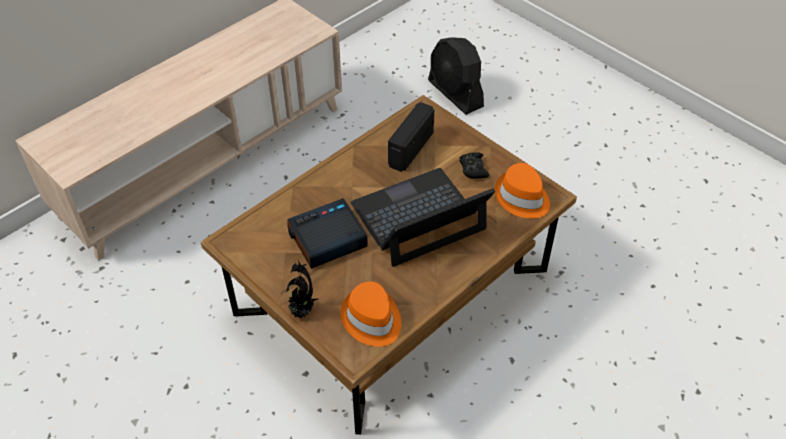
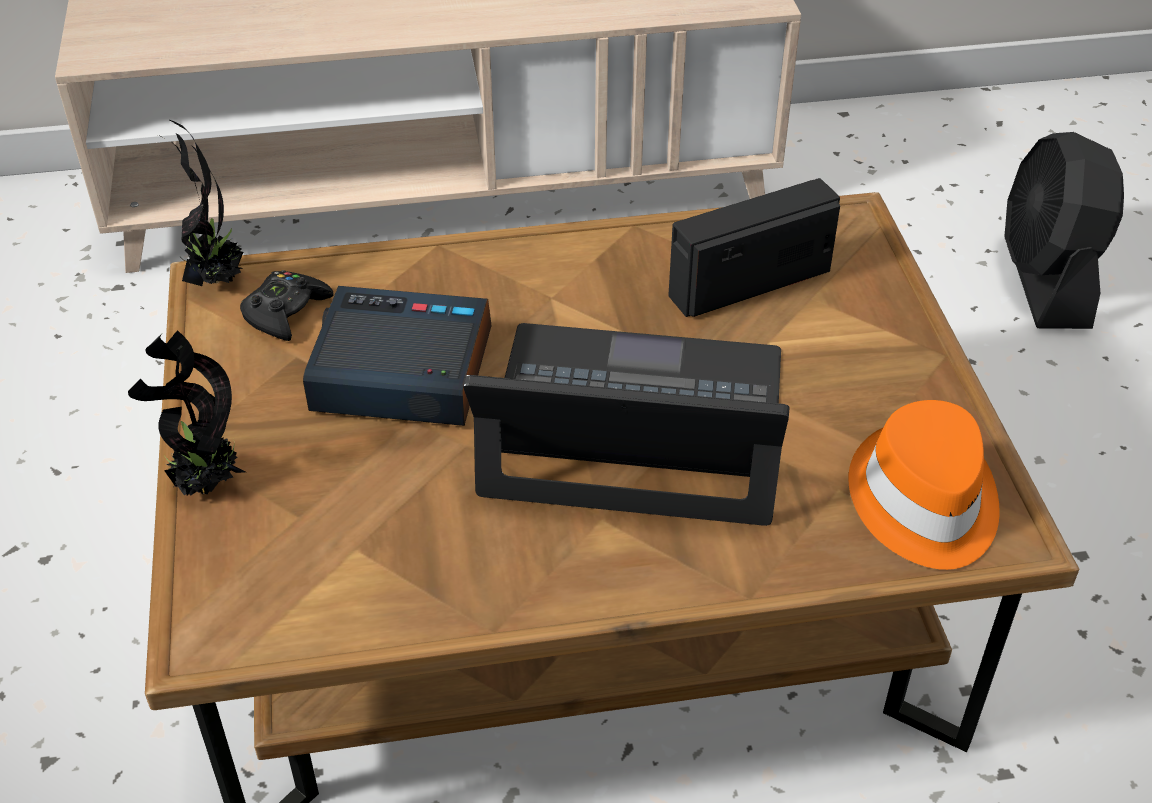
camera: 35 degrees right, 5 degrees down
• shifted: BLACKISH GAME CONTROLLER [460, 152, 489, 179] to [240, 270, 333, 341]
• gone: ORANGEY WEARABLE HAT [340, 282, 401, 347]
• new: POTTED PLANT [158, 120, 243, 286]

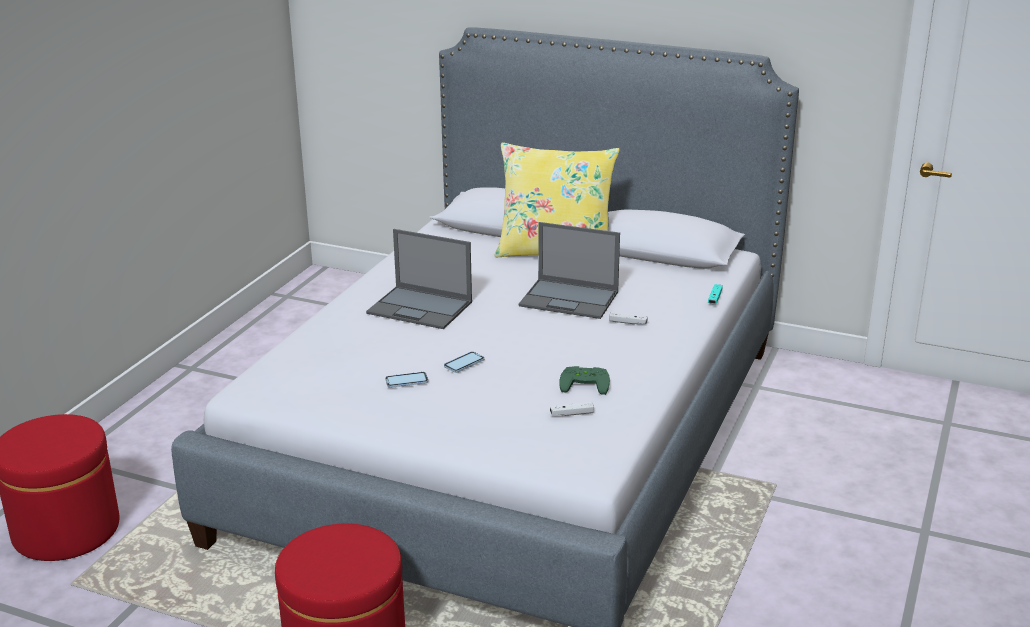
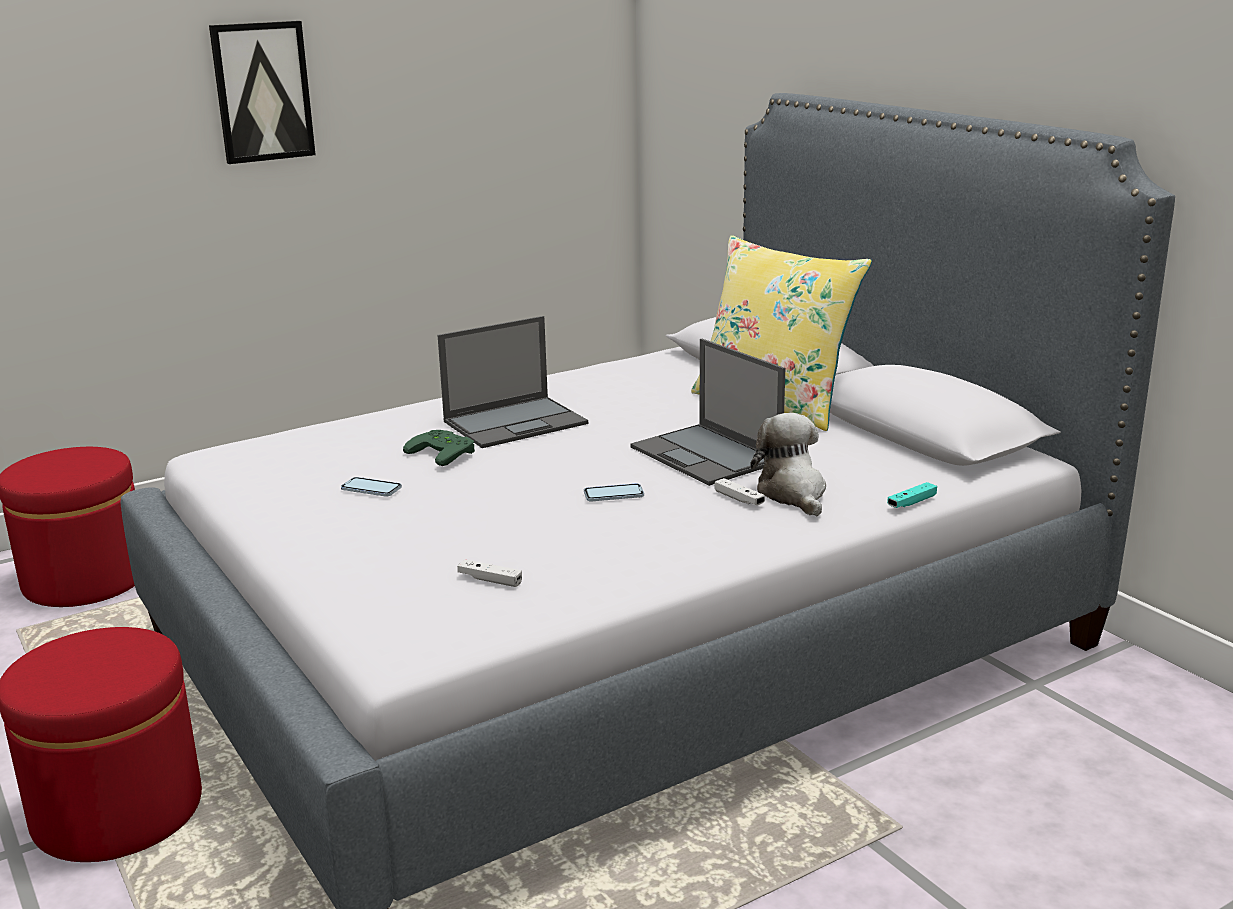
camera: 35 degrees right, 5 degrees down
• rotated: PORTABLE COMPUTER [366, 229, 472, 329] = [438, 316, 588, 448] 90 degrees counterclockwise
• shifted: HANDSET [444, 352, 484, 373] to [584, 483, 644, 501]
• shifted: GREEN GAME CONTROLLER [559, 366, 610, 395] to [403, 430, 475, 466]
• new: PICTURE [209, 21, 316, 164]
• new: PLUSH TOY [750, 413, 826, 516]

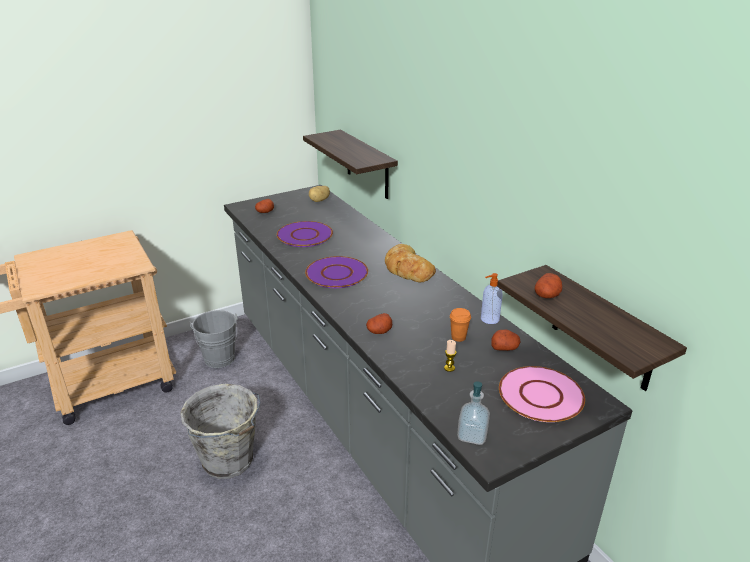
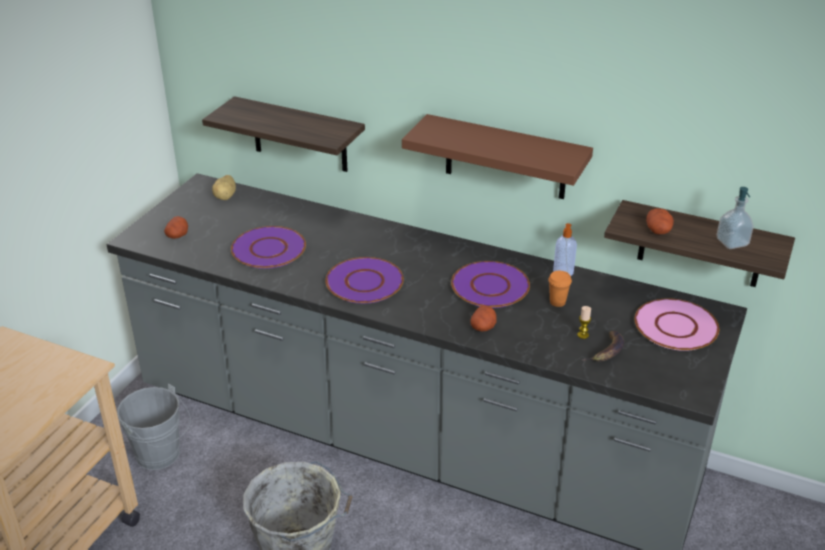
camera: 35 degrees left, 5 degrees up
• gone: BAKERY BREAD [385, 244, 436, 282]
• gone: WHOLE POTATO [491, 329, 521, 351]
• shifted: SOAP DISPENSER [457, 381, 490, 445] to [717, 187, 754, 249]
• new: BROWN SHELF [402, 114, 593, 199]
• new: PURPLE-COLOURED PLATE [451, 261, 530, 308]
• new: BANANA FRUIT [581, 331, 624, 361]

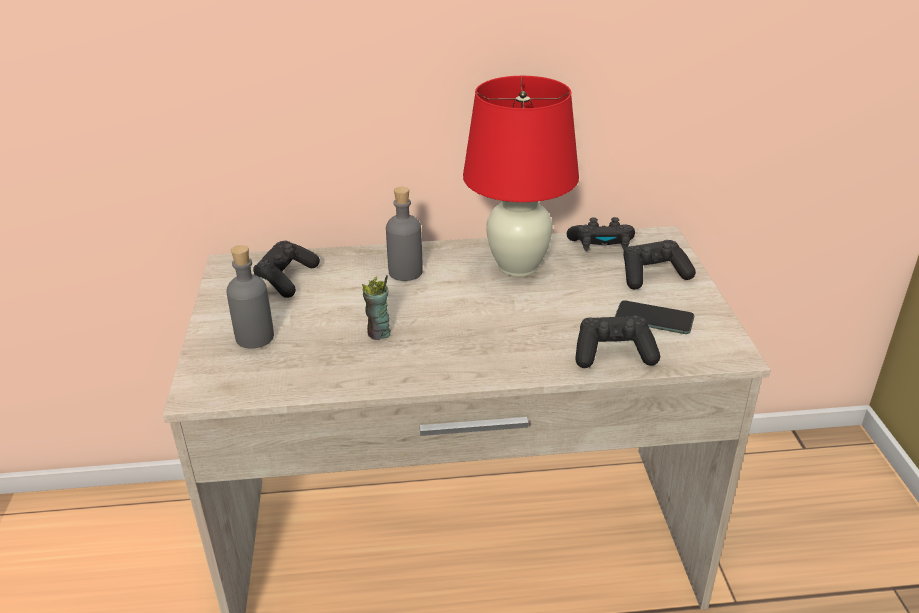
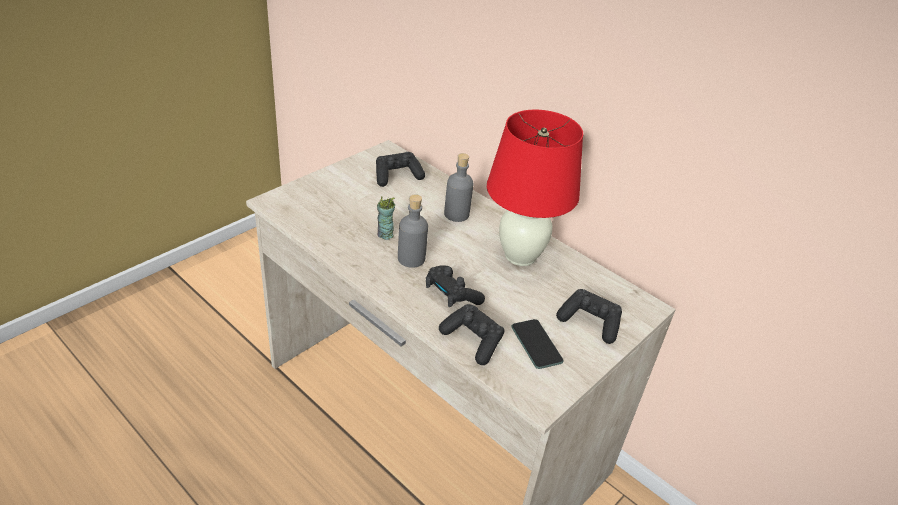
camera: 45 degrees right, 5 degrees up
• shifted: BLACKISH GAME CONTROLLER [567, 217, 635, 251] to [426, 266, 485, 307]
• shifted: GREY DRINK BOTTLE [226, 245, 274, 349] to [398, 194, 428, 268]

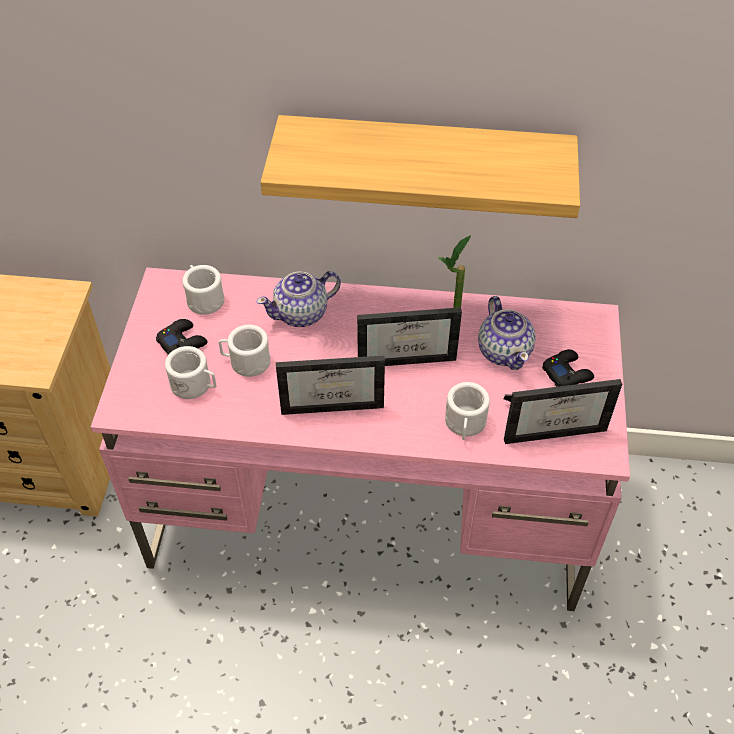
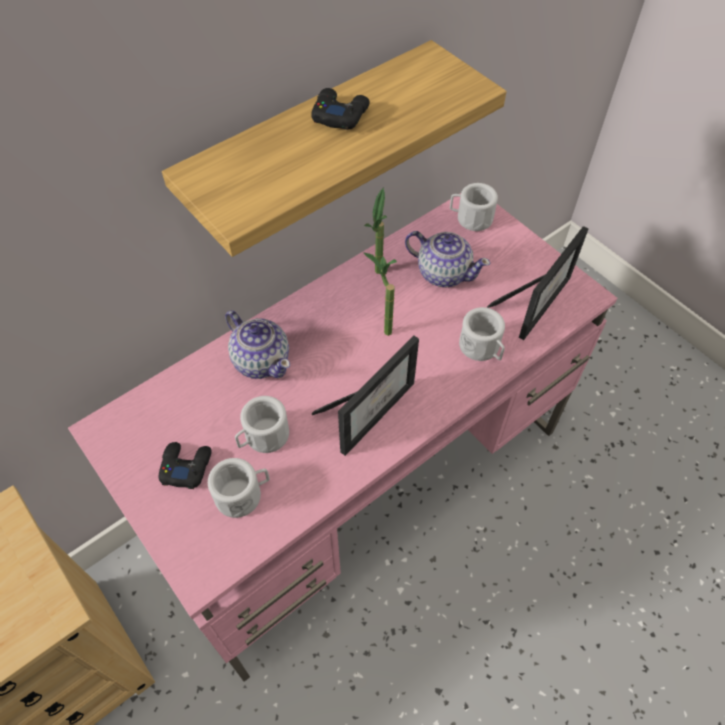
camera: 45 degrees left, 5 degrees up
• shifted: WHITISH COFFEE MUG [182, 265, 224, 315] to [450, 183, 498, 231]
• rotated: POT FOR TEA [257, 271, 341, 327] = [225, 310, 290, 379] 60 degrees counterclockwise
• swapped: STANDING FRAME [357, 307, 462, 366] to POTTED PLANT [363, 252, 397, 336]
• shifted: BLACKISH GAME CONTROLLER [542, 349, 594, 387] to [311, 88, 370, 130]

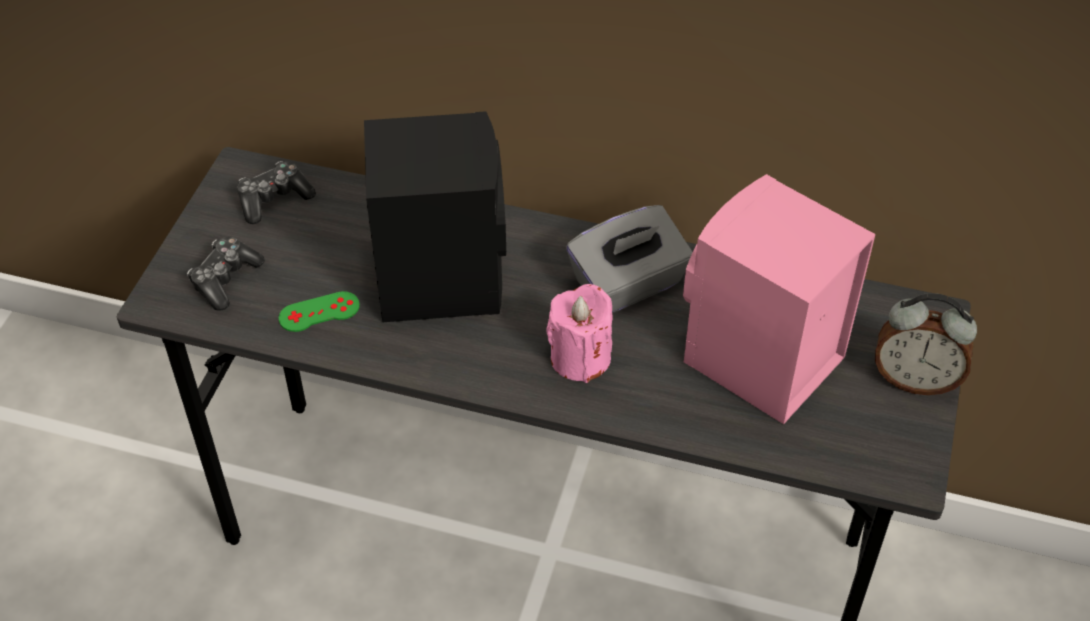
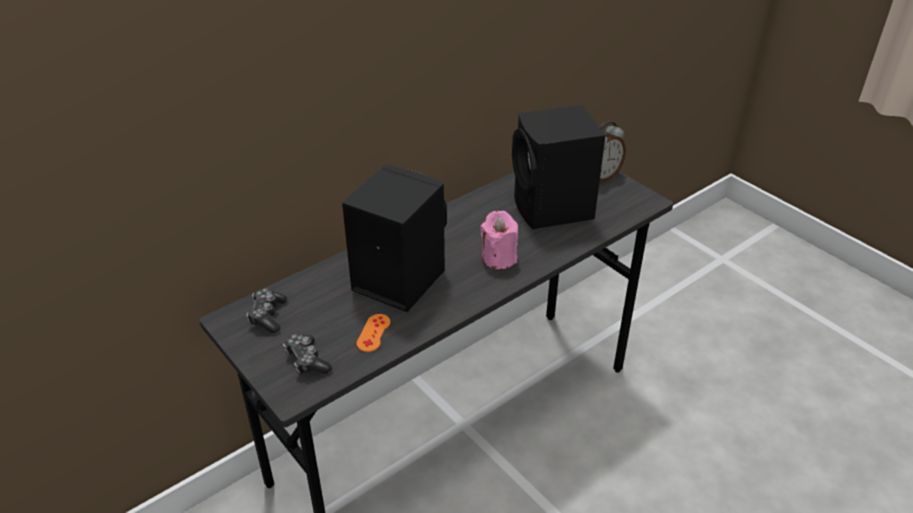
camera: 55 degrees left, 10 degrees down
• repainted: PINK-COLOURED SPEAKER [683, 174, 876, 424] to BLACKISH SPEAKER [512, 105, 606, 229]
• gone: GREY TISSUE HOLDER [566, 205, 693, 313]
• repainted: GREEN GAME CONTROLLER [279, 291, 360, 332] to ORANGEY GAME CONTROLLER [356, 314, 391, 352]

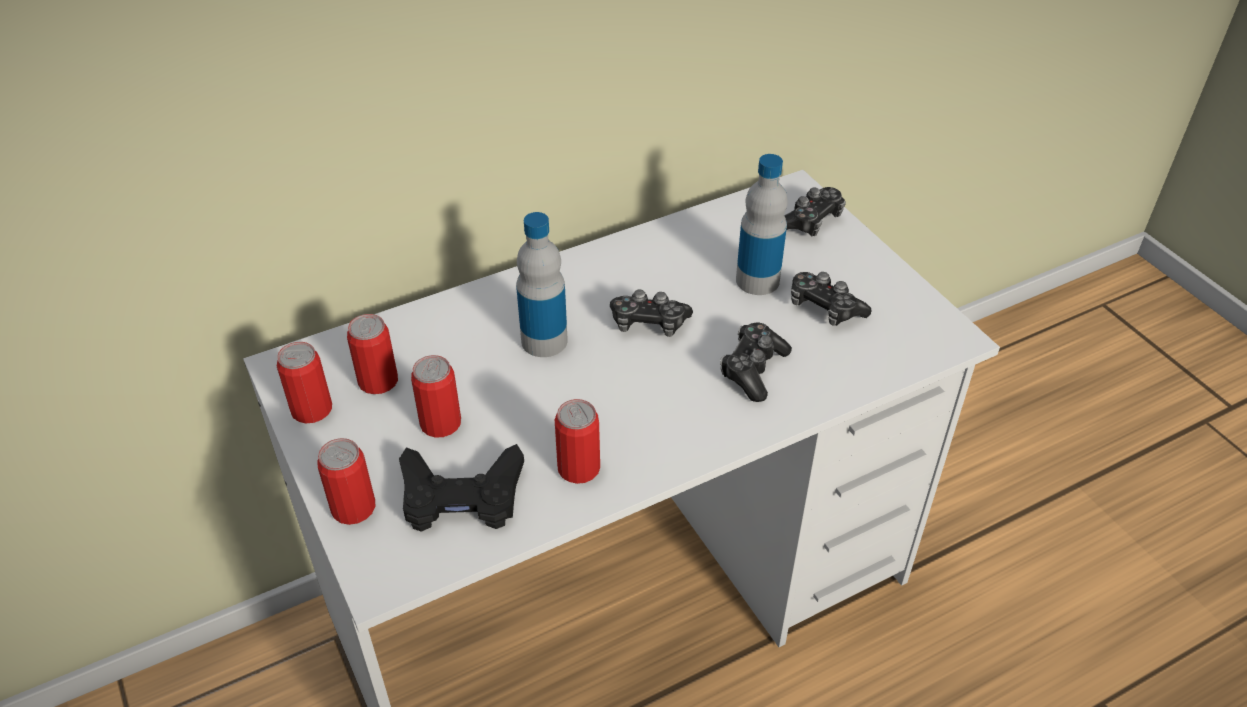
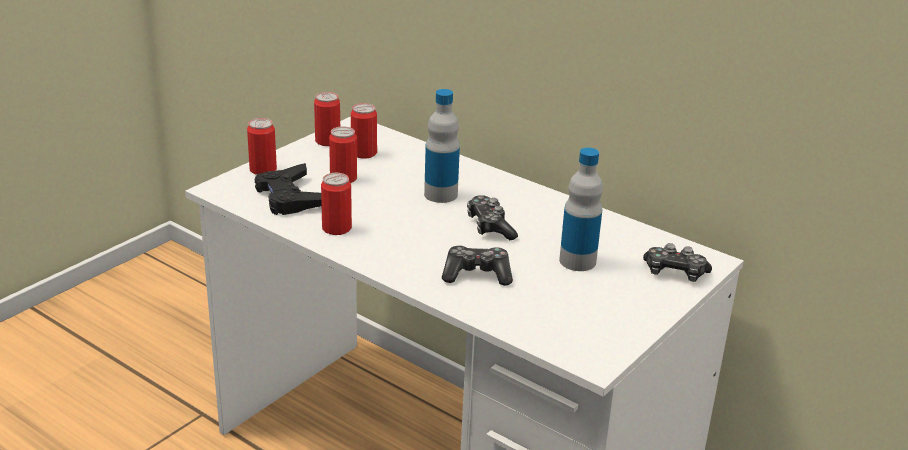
camera: 65 degrees right, 15 degrees down
• gone: GAME CONTROLLER [791, 272, 872, 326]

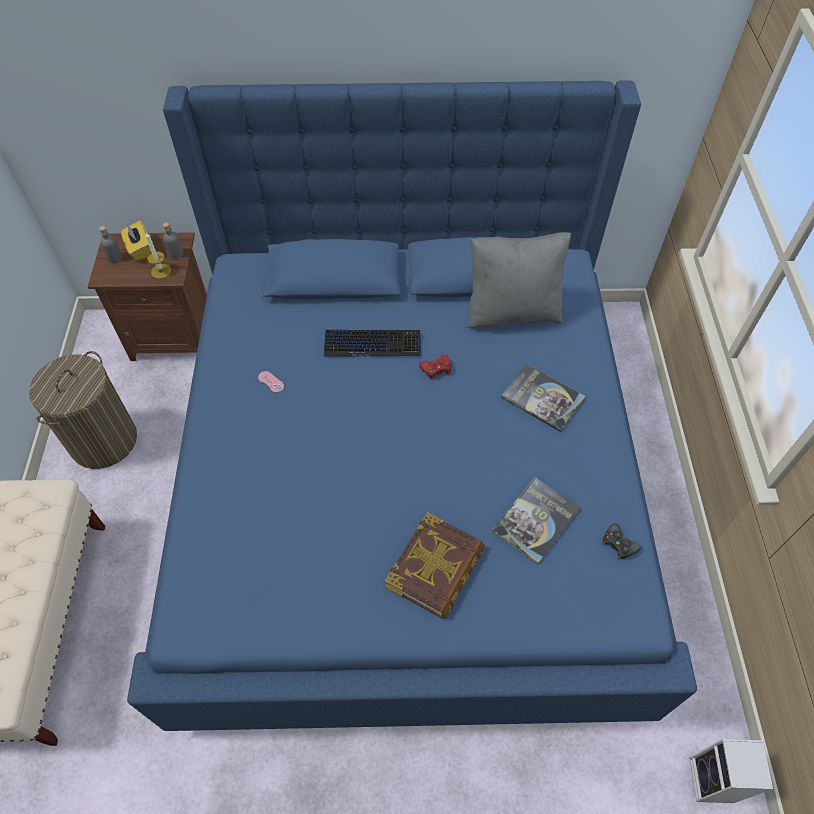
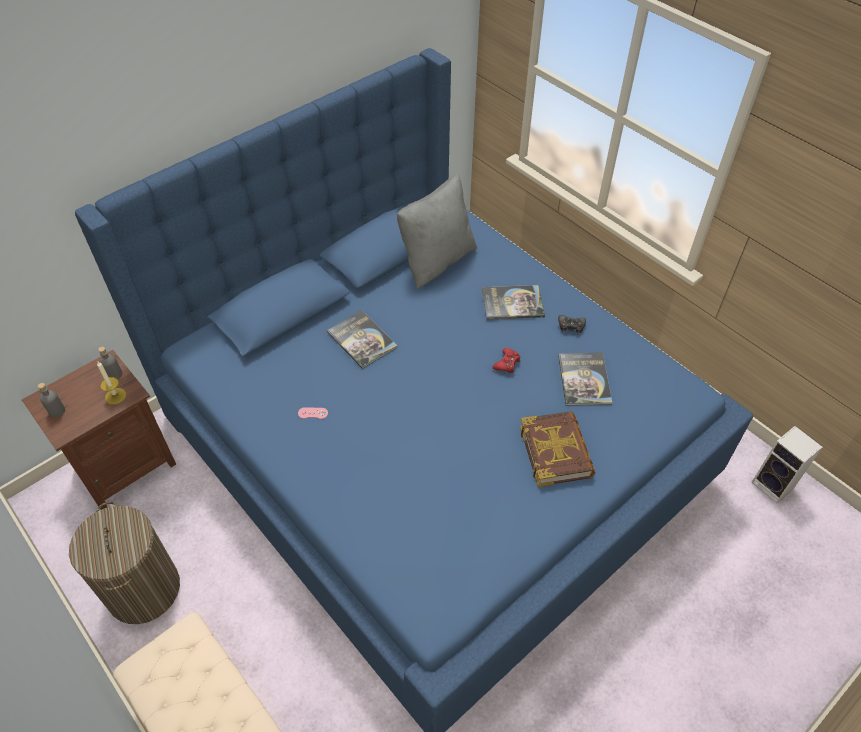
camera: 40 degrees left, 5 degrees down
• gone: YELLOW-COLOURED TISSUE HOLDER [121, 221, 152, 261]
• swapped: PC KEYBOARD [324, 330, 421, 357] to VOLUME [327, 310, 397, 369]
• shifted: REDDISH GAME CONTROLLER [419, 354, 451, 380] to [493, 348, 520, 373]
• shifted: BLACKISH GAME CONTROLLER [603, 523, 642, 559] to [558, 315, 586, 335]

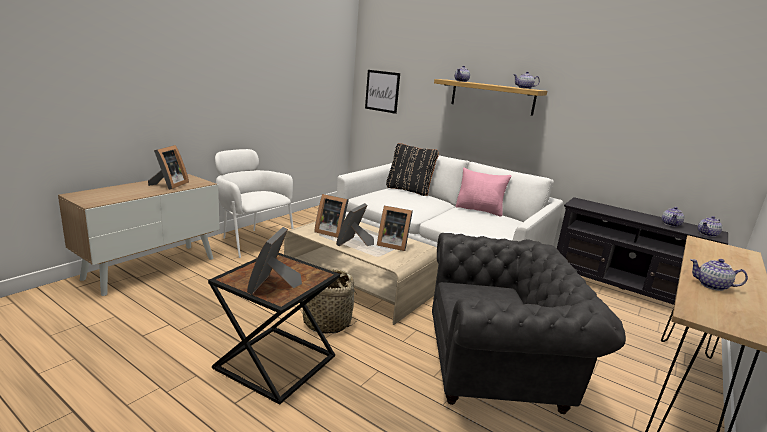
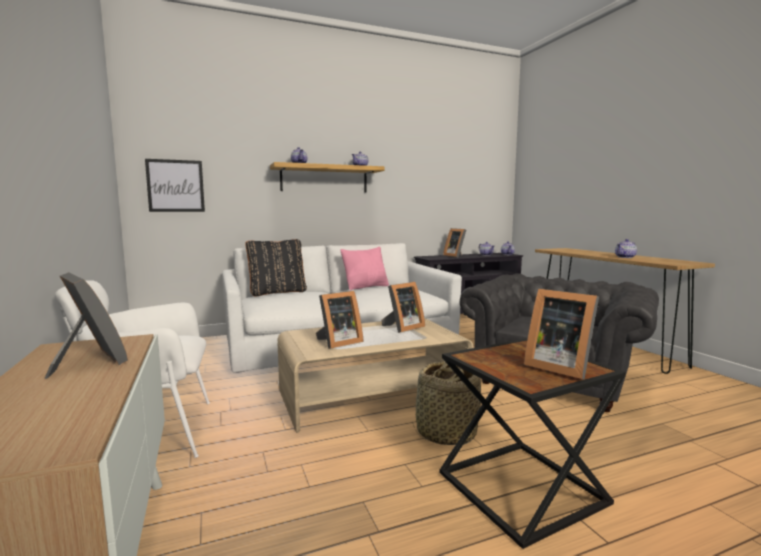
camera: 55 degrees left, 10 degrees down
• shifted: STANDING FRAME [336, 203, 374, 246] to [443, 228, 466, 258]

